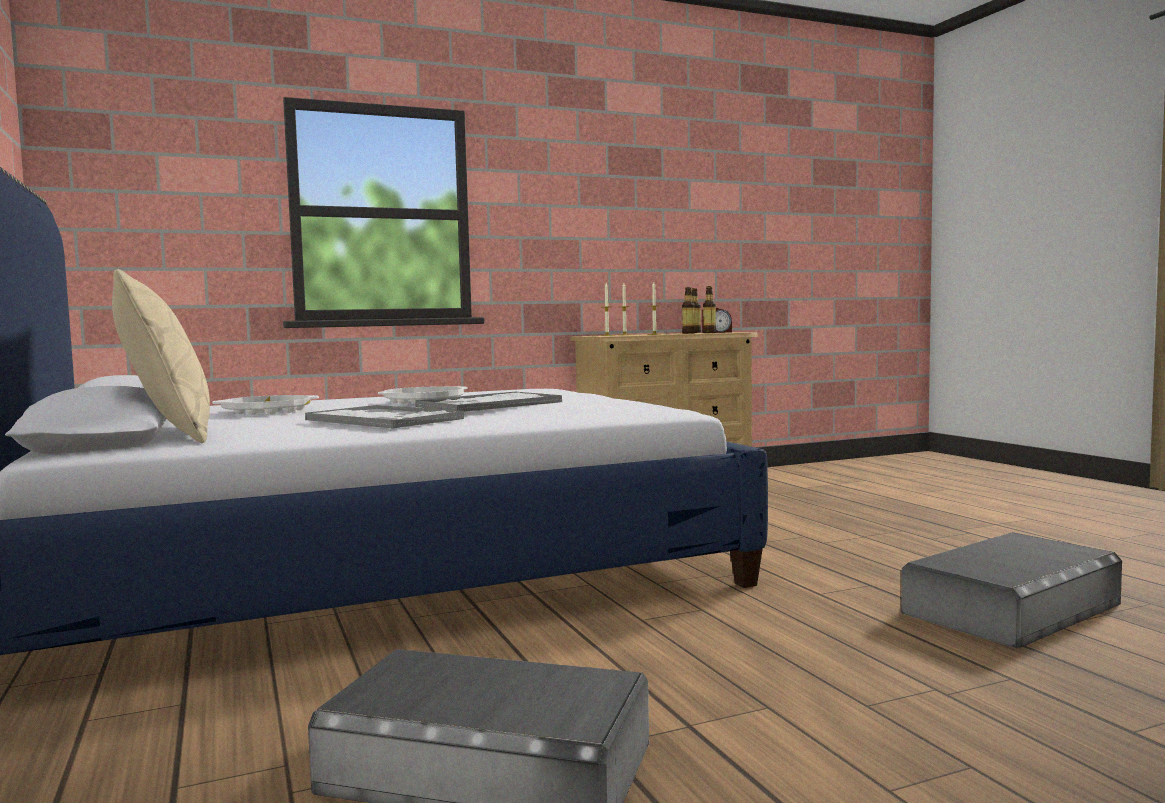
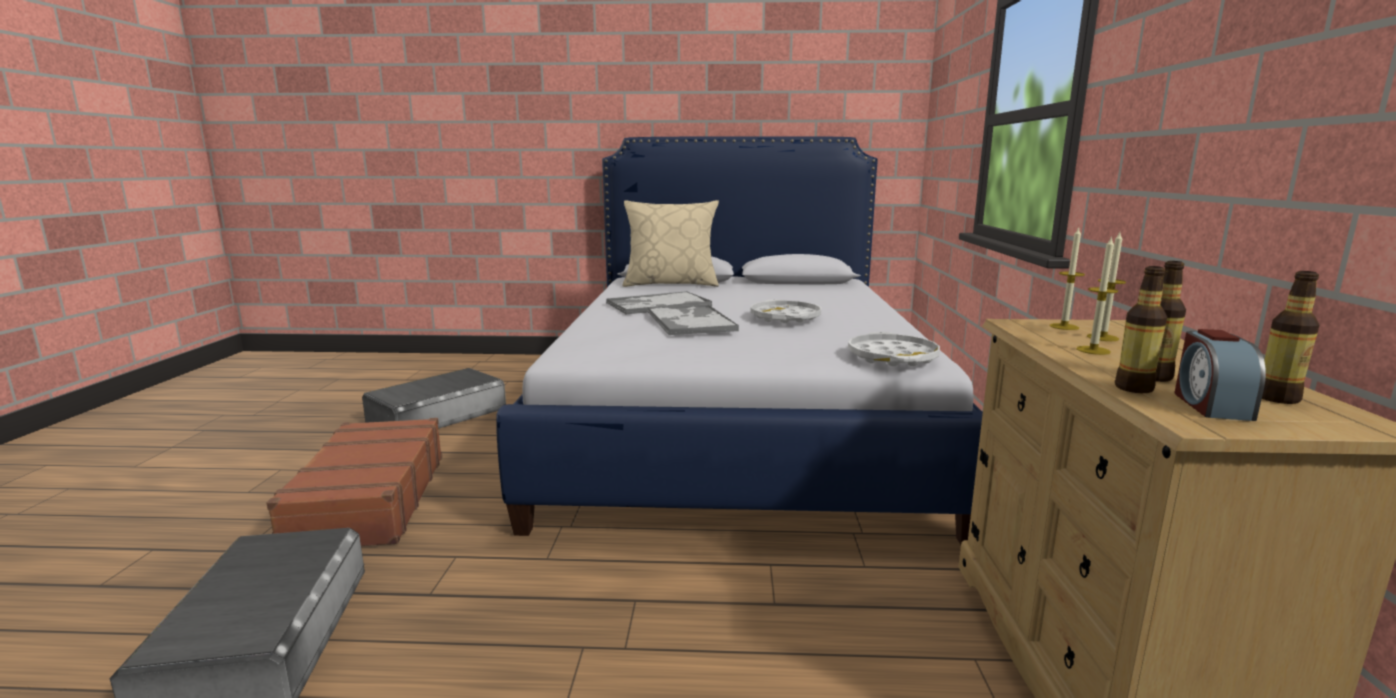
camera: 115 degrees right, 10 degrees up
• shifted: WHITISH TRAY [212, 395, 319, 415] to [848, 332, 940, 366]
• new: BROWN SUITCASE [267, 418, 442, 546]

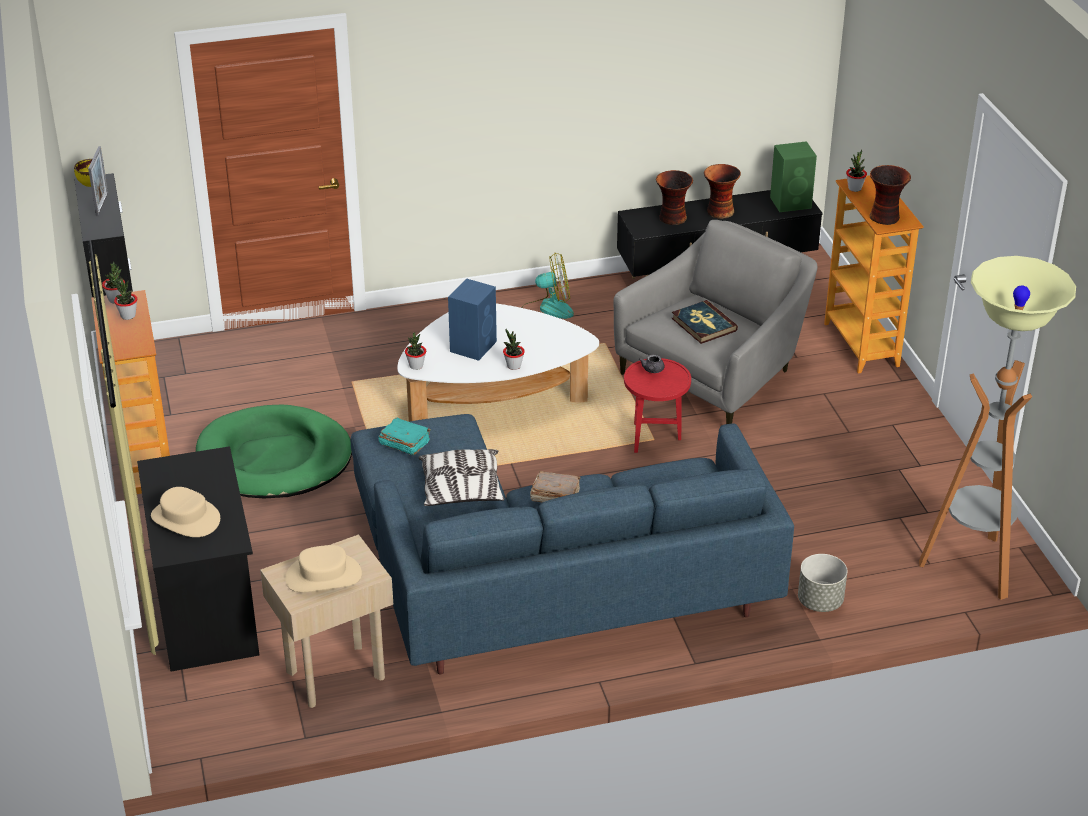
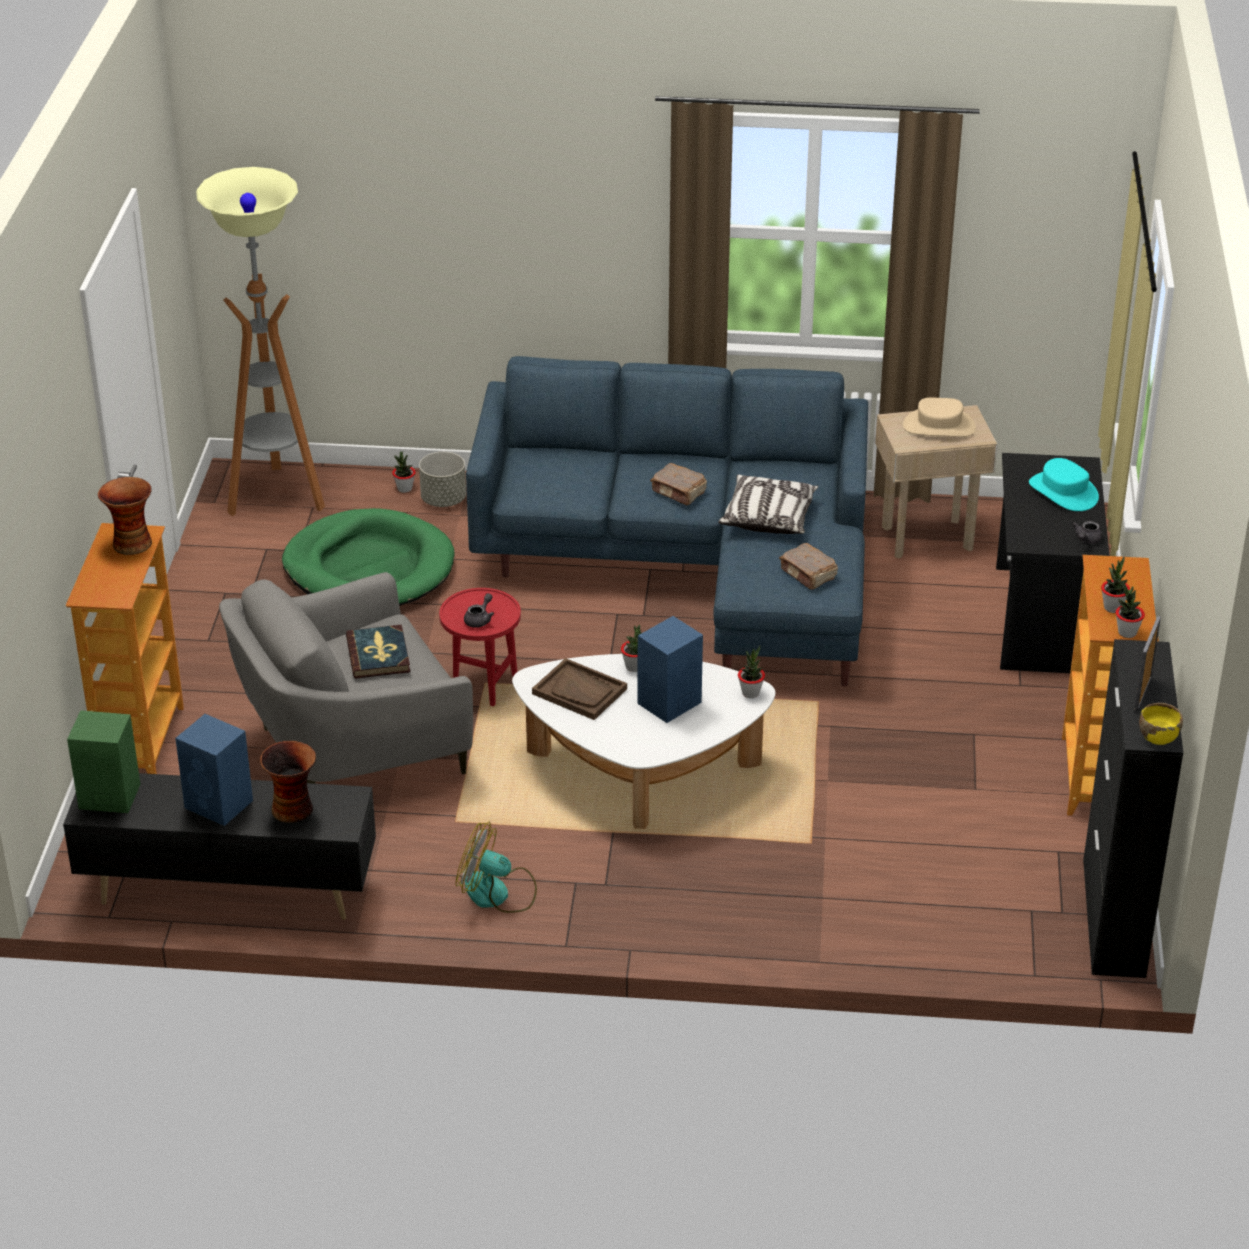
camera: 160 degrees left, 0 degrees up
• shifted: POTTED PLANT [846, 149, 867, 192] to [392, 452, 416, 493]
• swapped: DECORATIVE VASE [704, 164, 741, 219] to BLUE-COLOURED SPEAKER [175, 714, 253, 826]
• shifted: GREEN DOG BED [196, 405, 352, 498] to [282, 508, 454, 606]
• repainted: BLUE-GREEN VOLUME [379, 418, 431, 455] to BROWN VOLUME [779, 543, 838, 590]
• repainted: BEIGE WEARABLE HAT [151, 487, 220, 537] to BLUE-GREEN WEARABLE HAT [1029, 458, 1099, 511]
• new: GREY POT FOR TEA [1072, 521, 1103, 544]
• new: BROWN TRAY [532, 658, 627, 720]

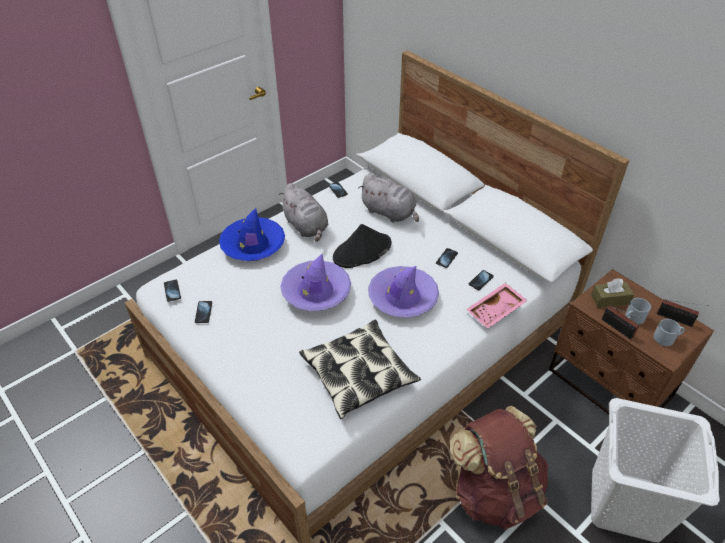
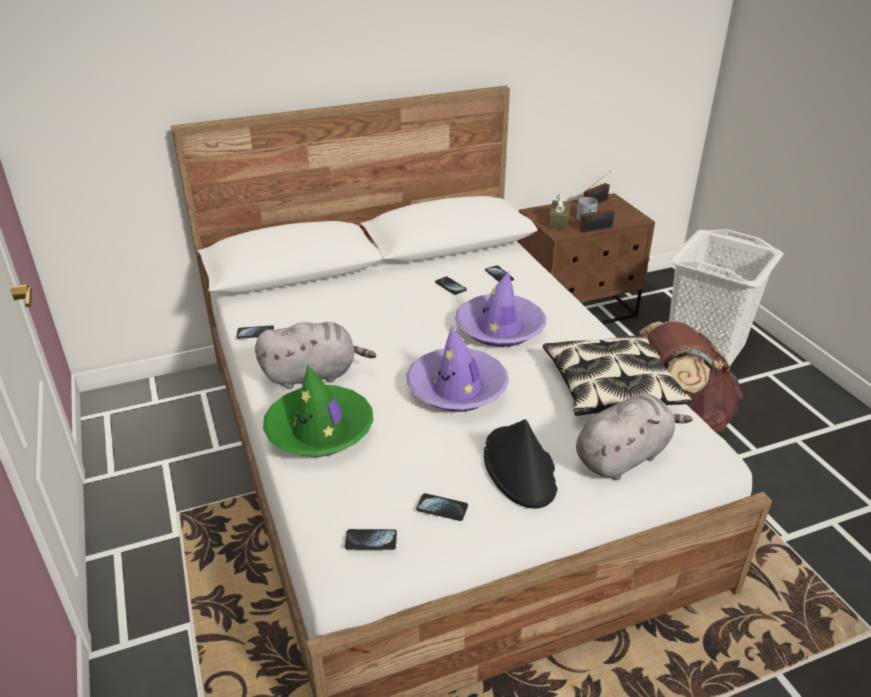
camera: 70 degrees left, 10 degrees down
• shifted: GREY PLUSH TOY [358, 174, 419, 222] to [576, 394, 693, 480]
• repainted: BLUE-COLOURED WEARABLE HAT [219, 208, 285, 261] to GREEN WEARABLE HAT [263, 365, 373, 457]
• shifted: BLACKISH WEARABLE HAT [333, 224, 391, 268] to [484, 419, 558, 509]
• gone: PINK-COLOURED TRAY [466, 283, 528, 328]
• gone: GREY COFFEE MUG [654, 319, 685, 346]

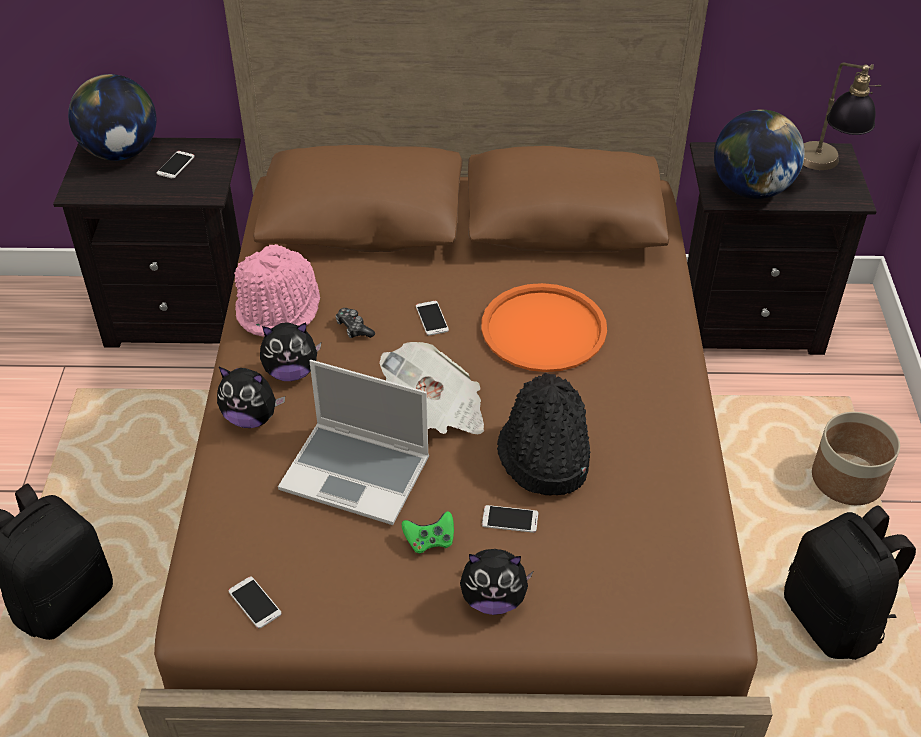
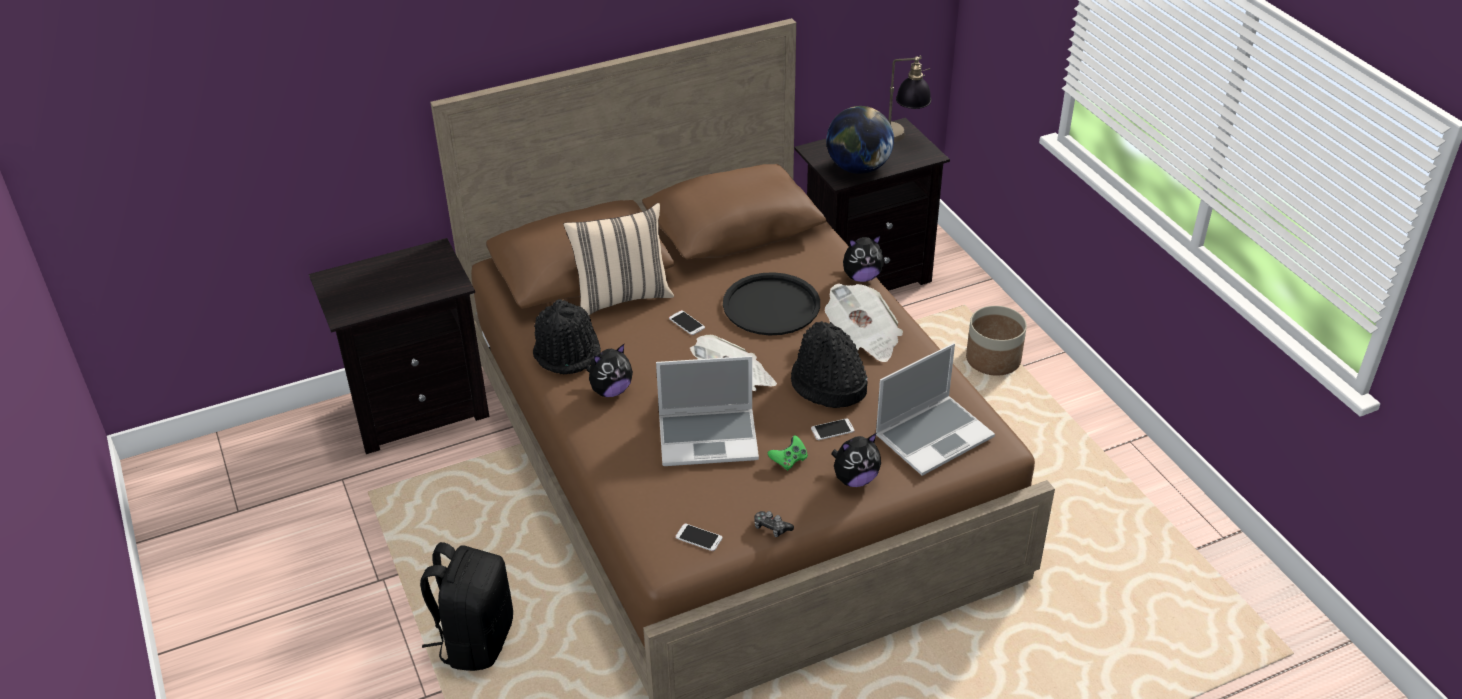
camera: 25 degrees left, 5 degrees down
• gone: WORLD GLOBE [68, 74, 157, 161]
• gone: HANDSET [157, 151, 195, 179]
• repainted: PINK-COLOURED WEARABLE HAT [234, 244, 320, 337] to BLACKISH WEARABLE HAT [533, 299, 601, 374]
• repainted: ORANGEY TRAY [481, 283, 607, 372] to BLACKISH TRAY [723, 272, 820, 335]
• shifted: GAME CONTROLLER [335, 308, 375, 338] to [754, 511, 794, 537]
• shifted: PLUSH TOY [217, 367, 285, 428] to [843, 236, 884, 282]
• gone: BLACKISH RUCKSACK [784, 505, 916, 660]
• new: BEIGE PILLOW [563, 203, 674, 315]
• new: DAILY PAPER [825, 283, 903, 362]
• new: PORTABLE COMPUTER [876, 343, 995, 476]

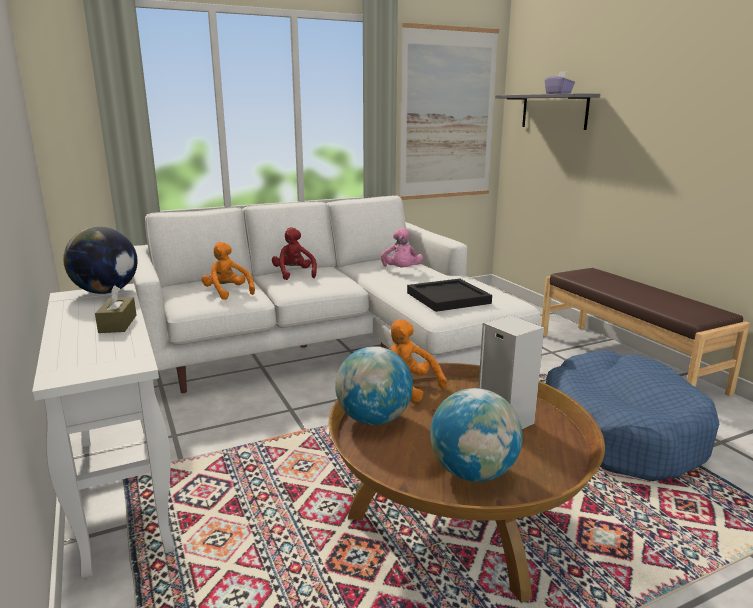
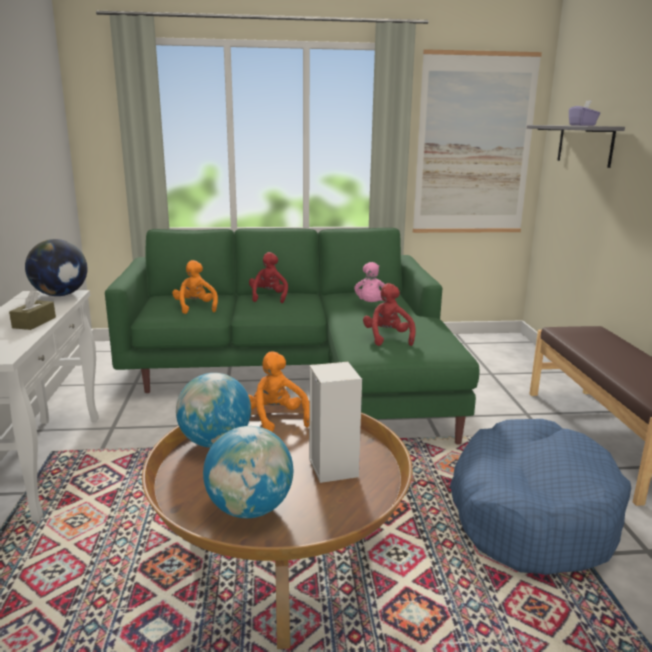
camera: 20 degrees right, 0 degrees up
• repainted: WHITISH COUCH [130, 195, 541, 393] to GREEN COUCH [105, 228, 479, 445]
• swapped: BLACKISH TRAY [407, 279, 492, 312] to REDDISH PLUSH TOY [363, 283, 416, 346]

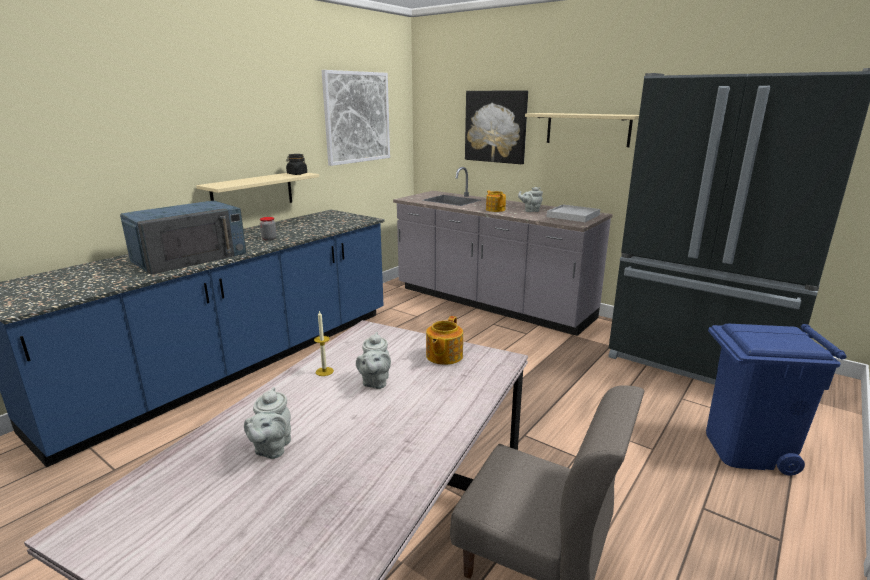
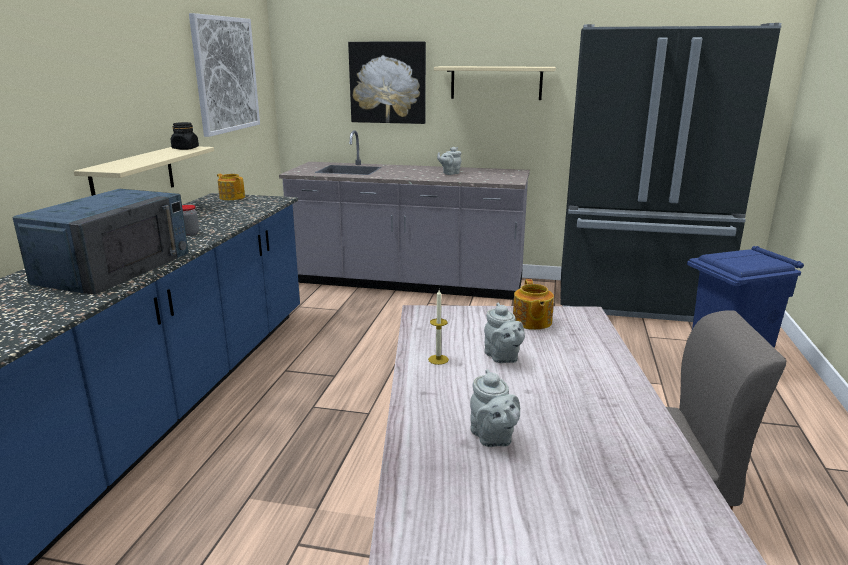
camera: 25 degrees left, 0 degrees up
• shifted: POT FOR TEA [486, 190, 506, 212] to [217, 174, 245, 200]
• gone: WHITISH TRAY [546, 205, 600, 222]

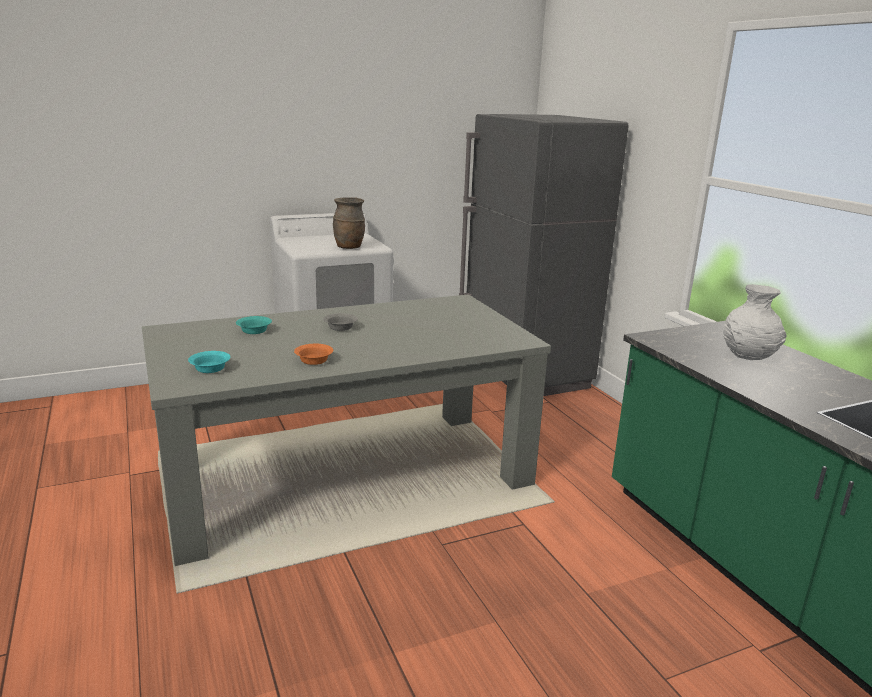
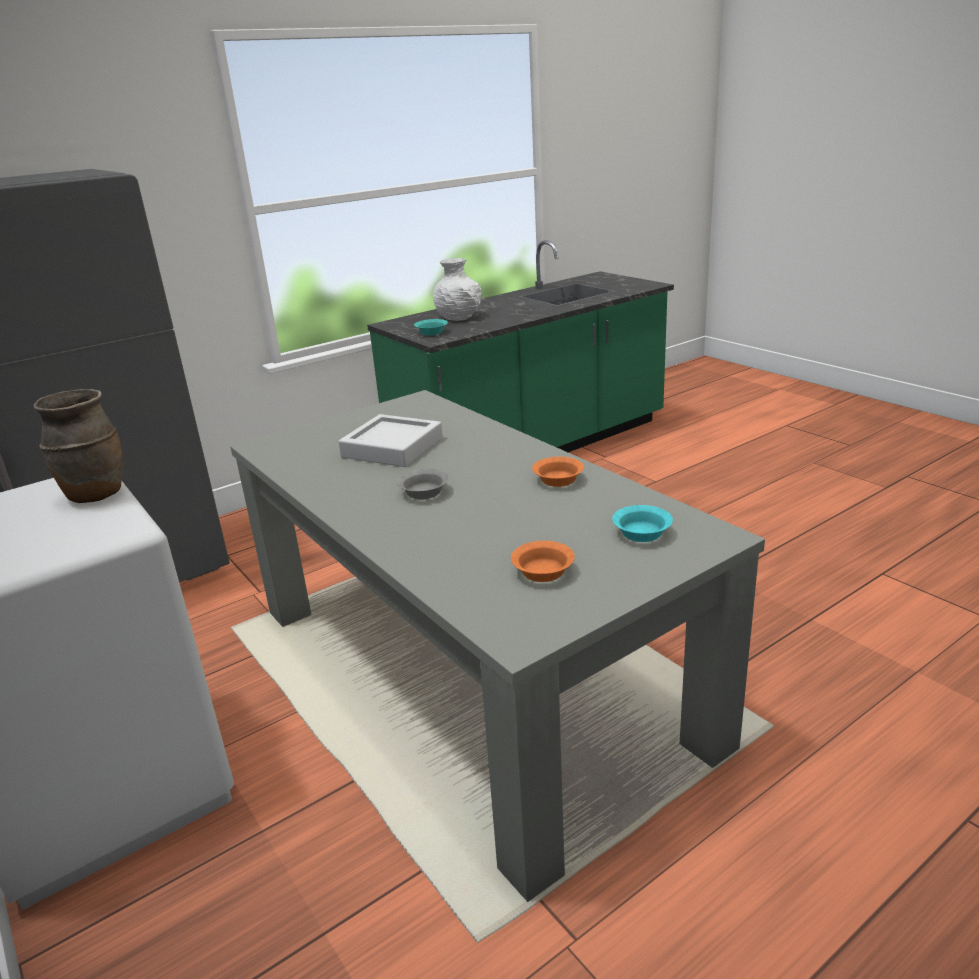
camera: 100 degrees left, 5 degrees up
• shifted: BLUE-GREEN BOWL [236, 316, 272, 334] to [414, 319, 448, 335]
• new: GREY TRAY [338, 414, 443, 467]
• new: ORANGEY BOWL [511, 541, 575, 582]

